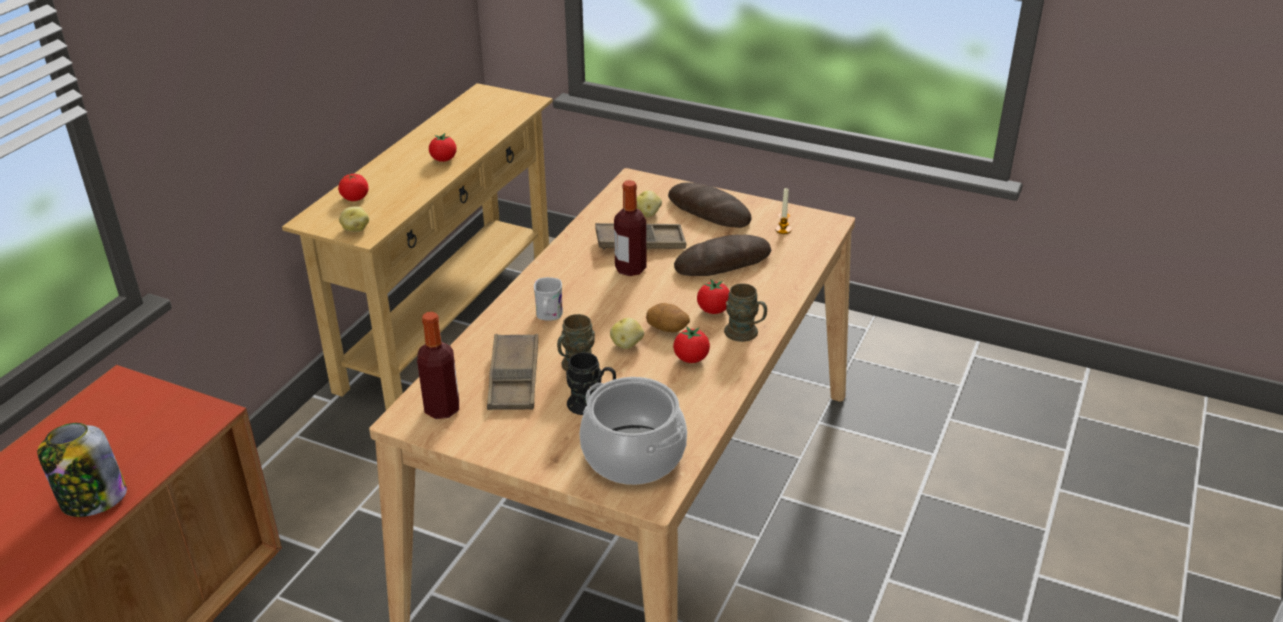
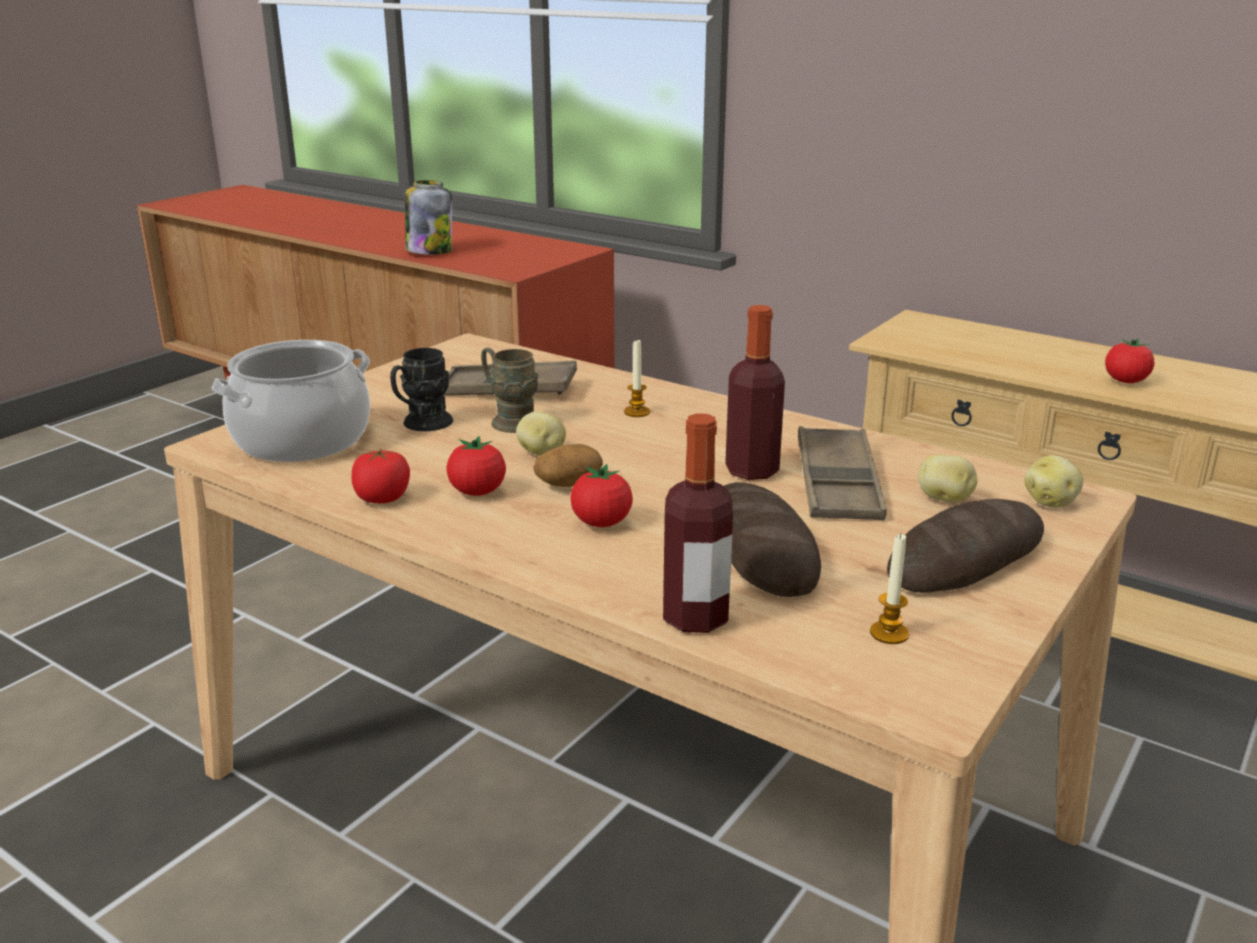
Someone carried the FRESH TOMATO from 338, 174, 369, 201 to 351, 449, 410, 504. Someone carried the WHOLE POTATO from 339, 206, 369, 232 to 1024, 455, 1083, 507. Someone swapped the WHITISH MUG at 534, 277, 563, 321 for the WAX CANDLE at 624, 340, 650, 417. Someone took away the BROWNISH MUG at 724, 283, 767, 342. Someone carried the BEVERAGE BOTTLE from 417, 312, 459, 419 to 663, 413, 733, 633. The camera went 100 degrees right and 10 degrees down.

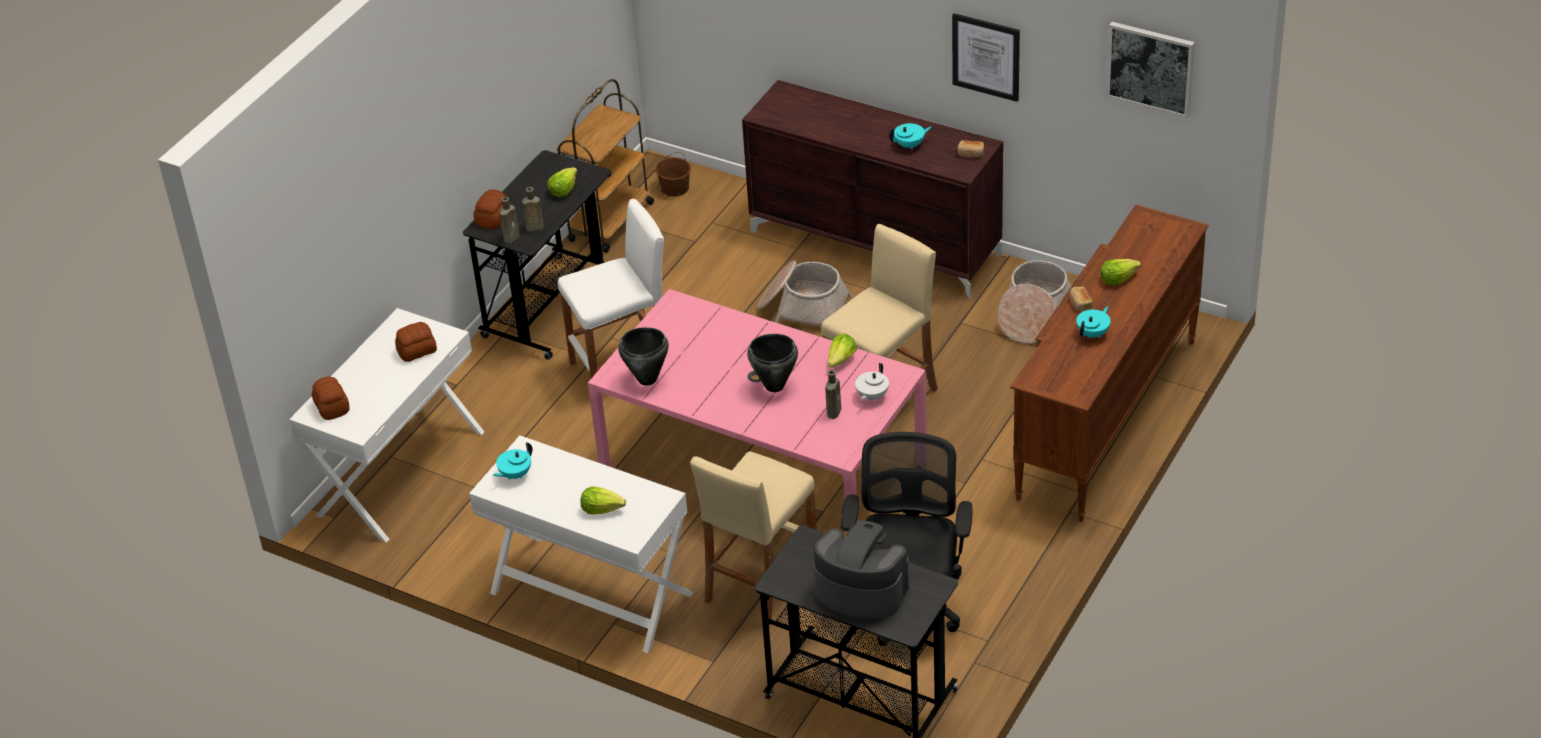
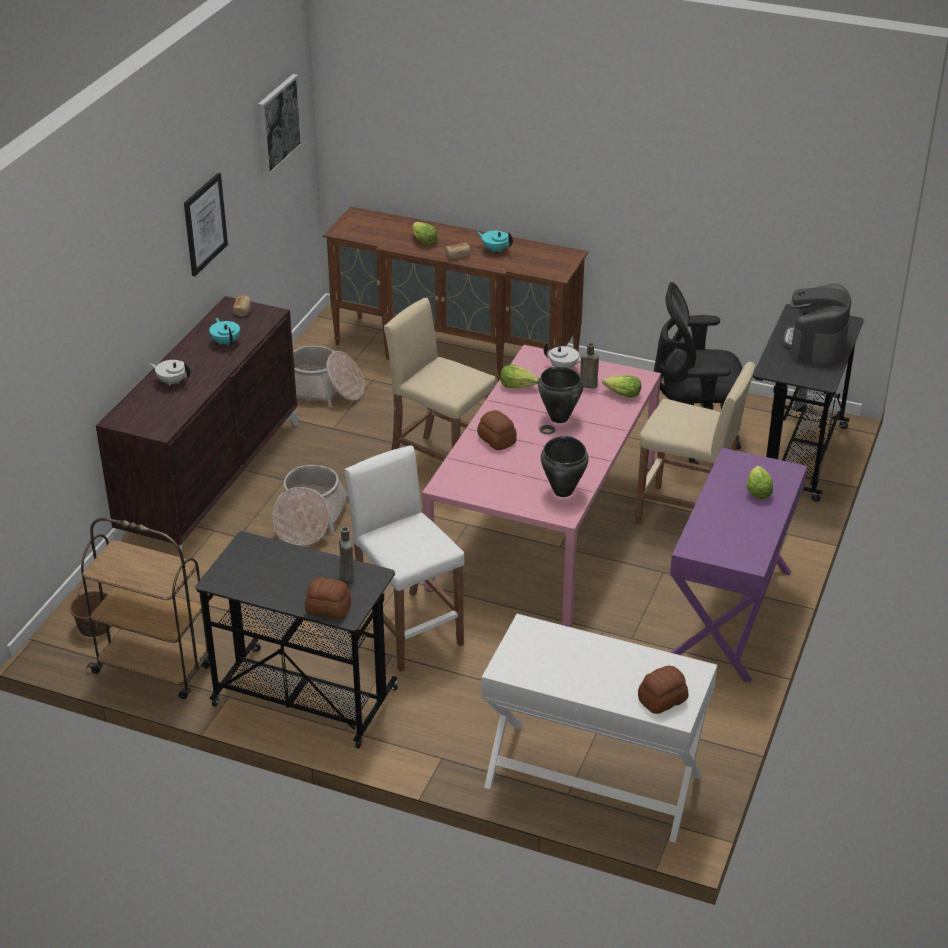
Someone carried the LETTUCE from 548, 167, 577, 197 to 602, 375, 641, 398. Someone took away the BROWNISH BEVERAGE BOTTLE at 500, 197, 520, 243. Someone carried the BREAD from 395, 322, 437, 362 to 477, 410, 517, 450. Someone repainted the WHITISH NARROW TABLE at 469, 435, 693, 653, which became the PURPLE-COLOURED NARROW TABLE at 670, 448, 807, 683. Someone took away the BLUE-GREEN POT FOR TEA at 493, 442, 532, 479. Someone put down the WHITISH POT FOR TEA at 149, 360, 191, 386. The camera went 100 degrees left and 5 degrees down.

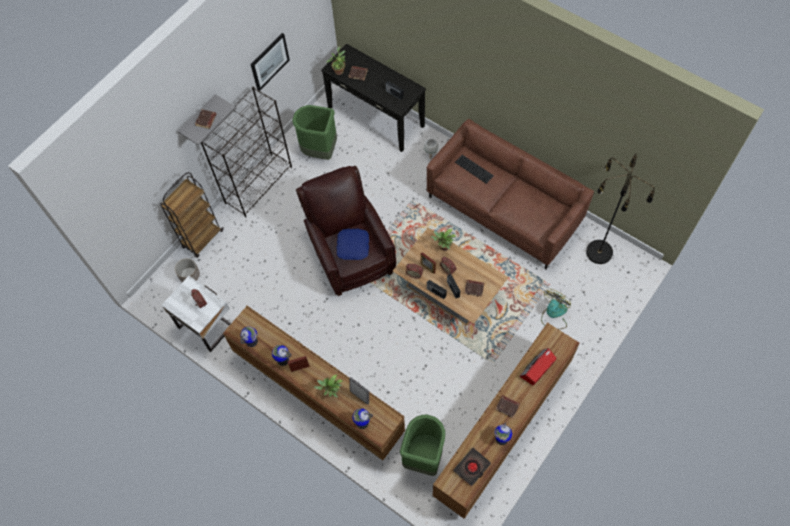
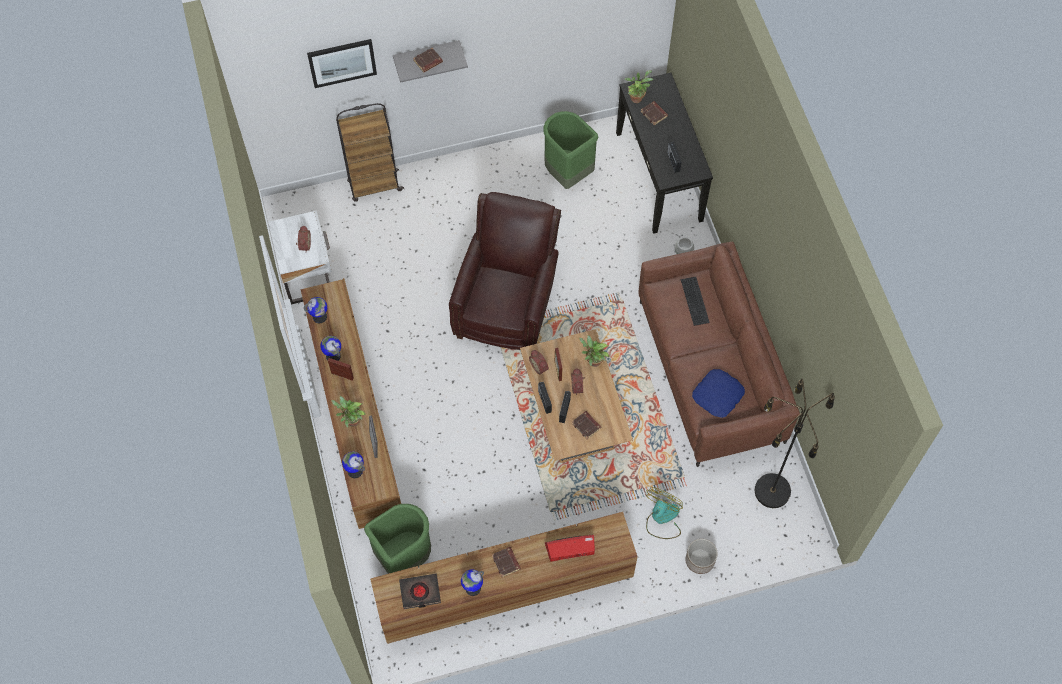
Someone carried the WALL PICTURE from 250, 33, 290, 91 to 307, 39, 377, 88. Someone took away the BLACKISH BOOKCASE at 201, 87, 292, 218. Someone carried the BLUISH PILLOW from 336, 228, 369, 260 to 692, 369, 745, 418. Someone carried the PLANT POT from 175, 258, 200, 282 to 685, 539, 718, 574. Someone rotated the ELECTRIC FAN at 541, 289, 571, 329 by 45 degrees counterclockwise. The camera went 35 degrees right and 0 degrees up.

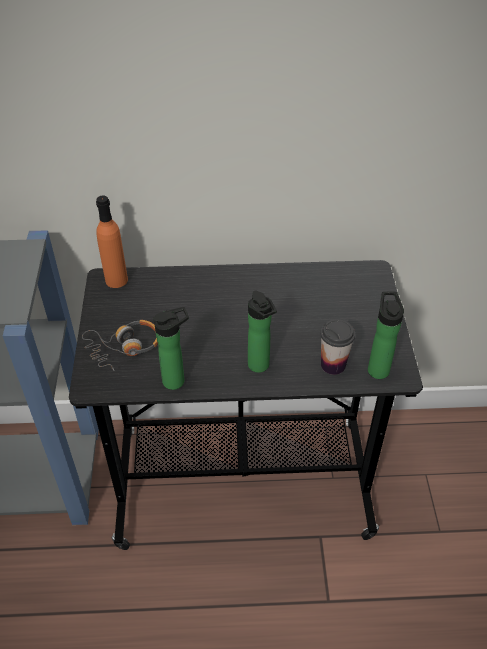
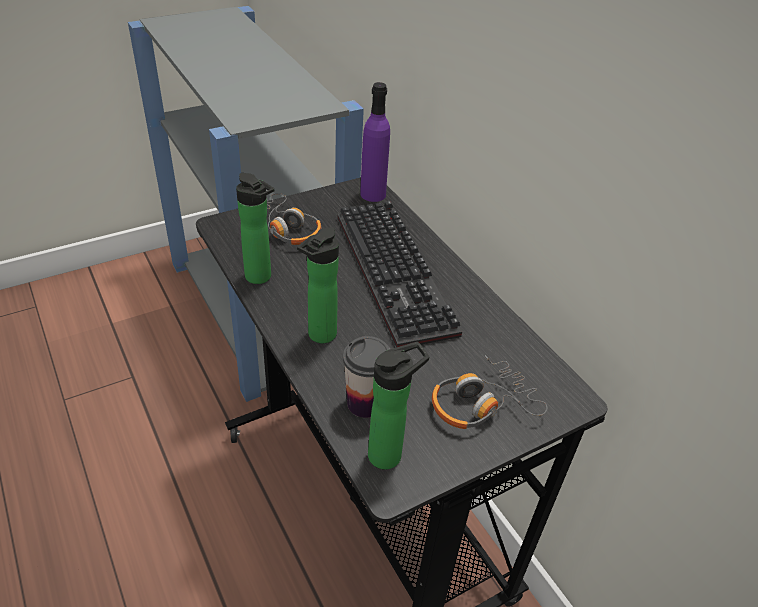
Someone repainted the ORANGE BEVERAGE BOTTLE at 96, 195, 128, 288, which became the PURPLE-COLOURED BEVERAGE BOTTLE at 360, 82, 390, 202. Someone put down the PC KEYBOARD at 337, 201, 462, 348. Someone put down the HEADPHONES at 432, 355, 547, 429. The camera went 60 degrees right and 5 degrees down.

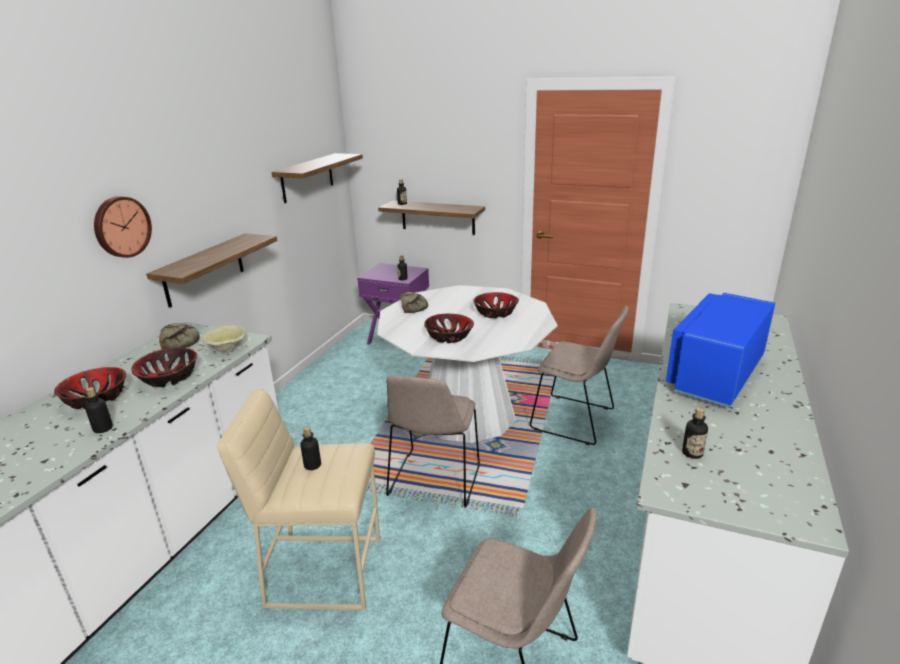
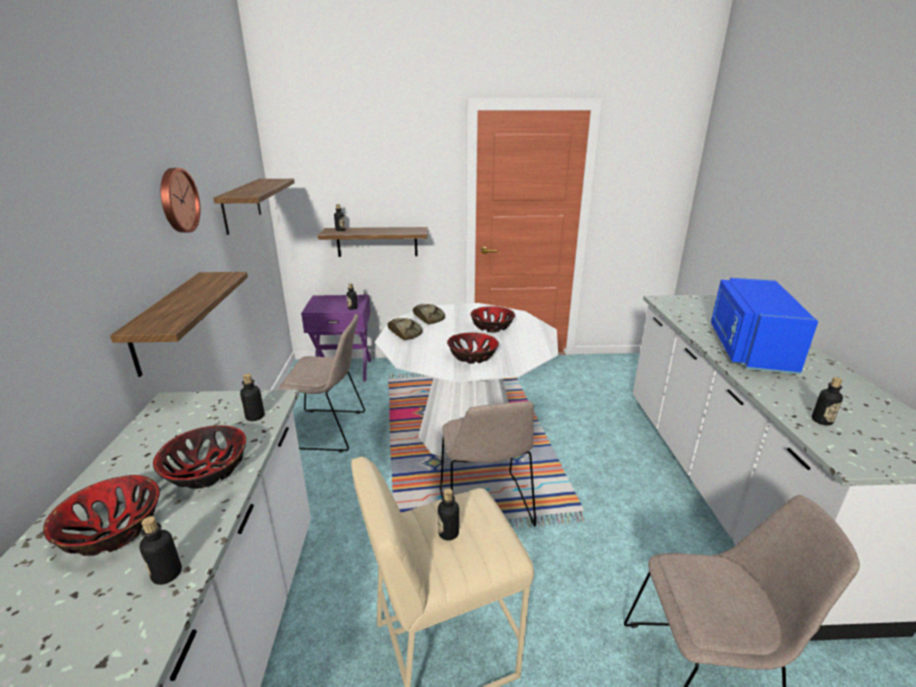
Someone carried the CLOCK ON THE WALL from 94, 196, 152, 258 to 161, 168, 201, 233. Someone carried the BEIGE CHAIR from 530, 306, 629, 445 to 279, 314, 365, 452. Someone carried the BREAD from 159, 323, 200, 349 to 413, 304, 445, 324. Someone swapped the BEIGE DEEP DISH at 203, 326, 246, 353 for the BEVERAGE BOTTLE at 240, 373, 265, 421. The camera went 25 degrees left and 0 degrees up.

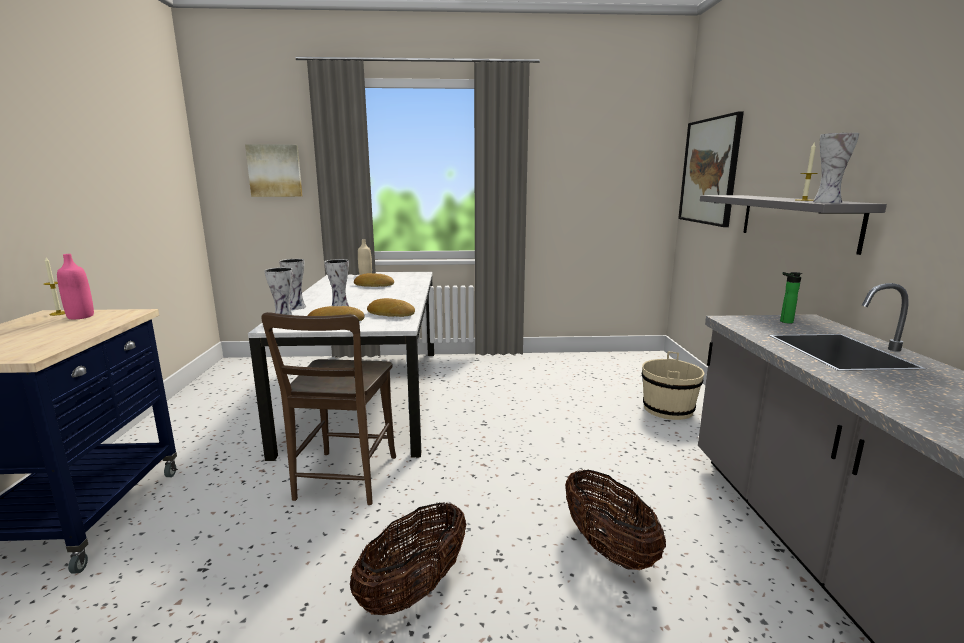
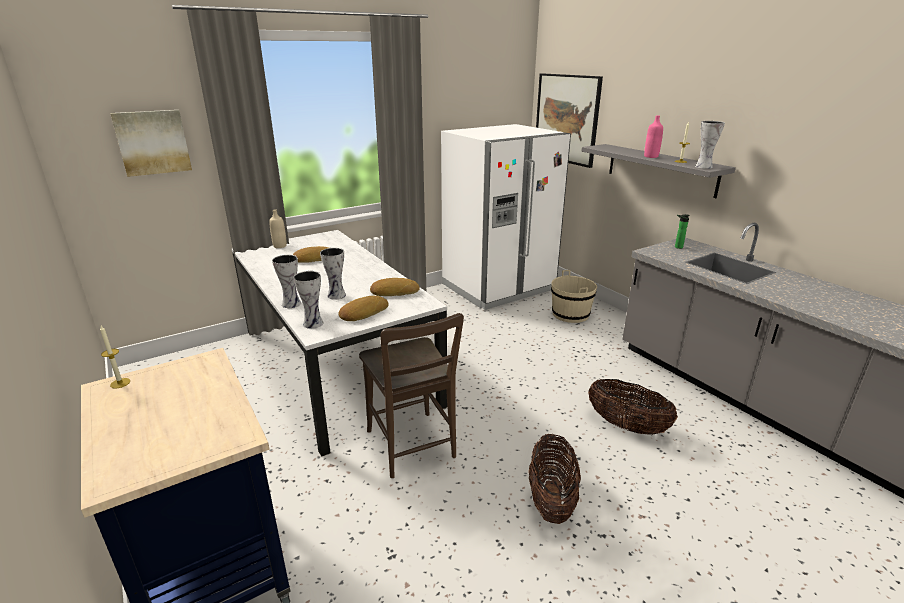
Someone carried the PINKISH BEVERAGE BOTTLE from 57, 254, 94, 319 to 644, 115, 663, 158. Someone put down the WHITISH FRIDGE at 441, 124, 571, 310. The camera went 30 degrees left and 10 degrees up.

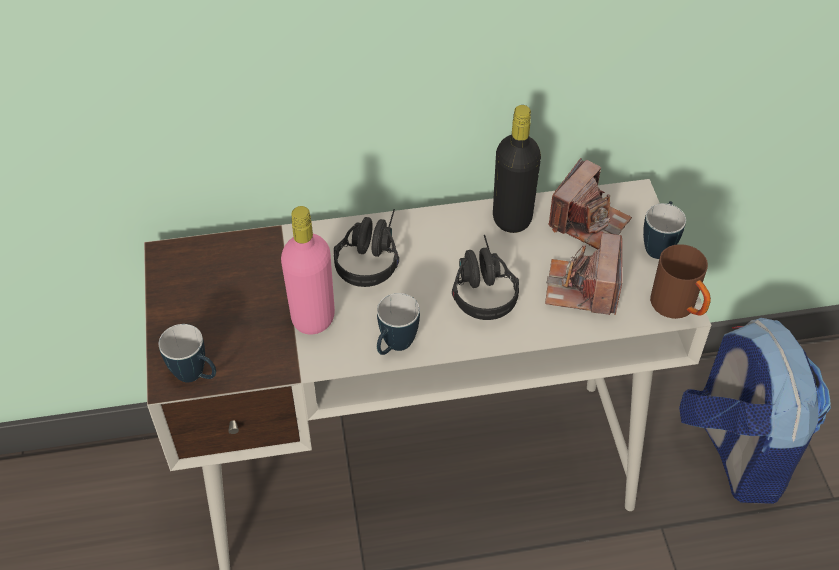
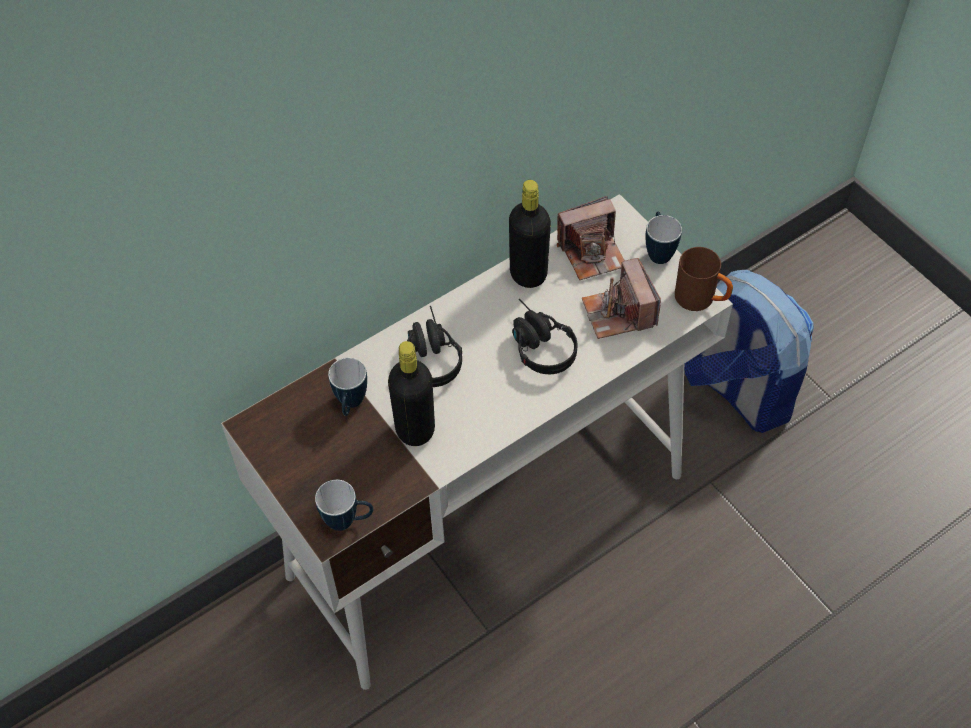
Someone rotated the STILL CAMERA at 548, 158, 632, 250 by 60 degrees clockwise. Someone repainted the PINKISH BEVERAGE BOTTLE at 281, 206, 335, 335, which became the BLACKISH BEVERAGE BOTTLE at 388, 341, 435, 446. Someone carried the MUG from 377, 293, 420, 355 to 328, 358, 367, 416. The camera went 25 degrees left and 5 degrees up.

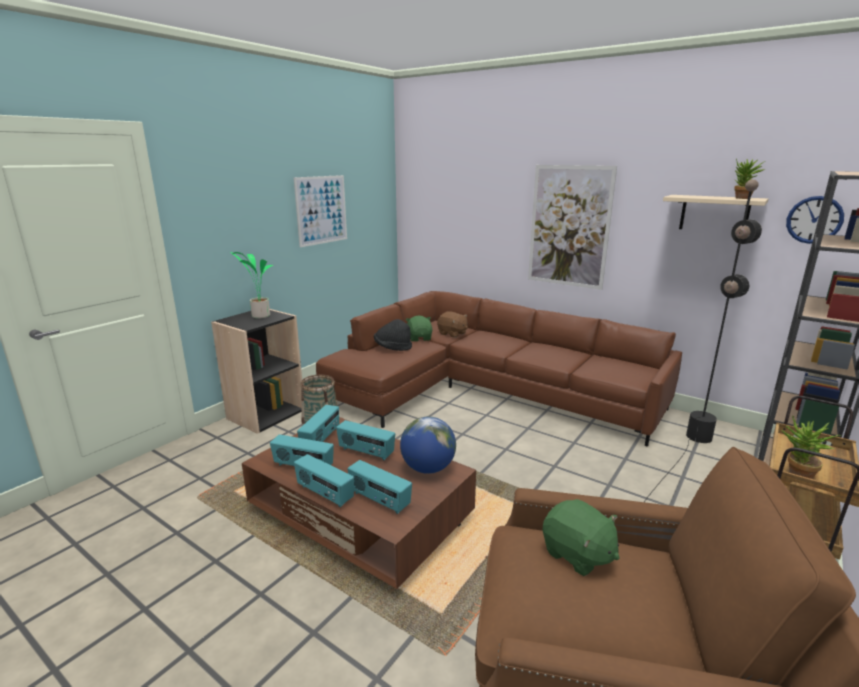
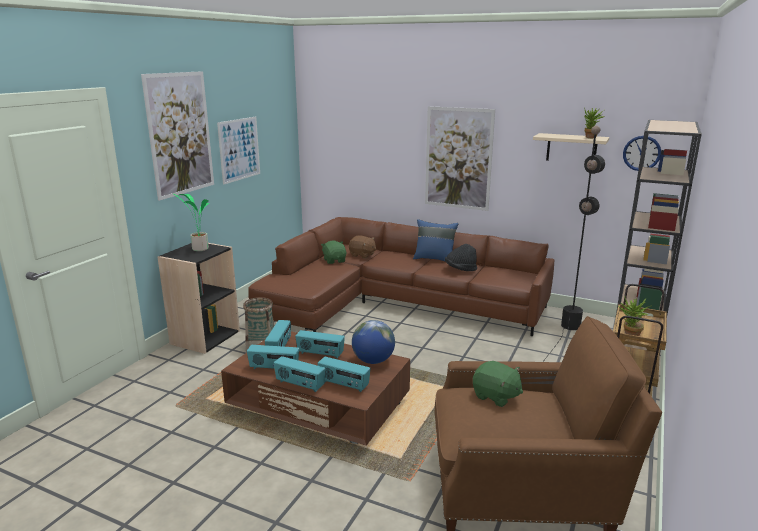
Someone carried the BLACKISH CLOTHING HAT from 374, 319, 412, 351 to 445, 244, 477, 271. Someone put up the WALL PICTURE at 141, 71, 214, 201. Someone put down the BLUISH PILLOW at 413, 219, 458, 261. The camera went 10 degrees left and 0 degrees up.

